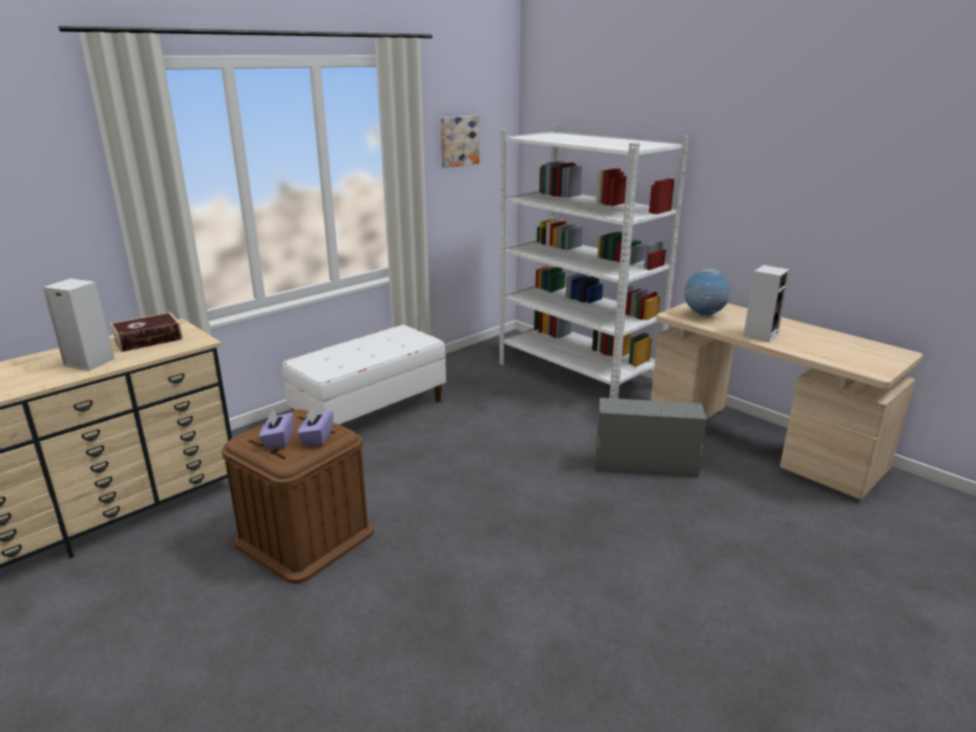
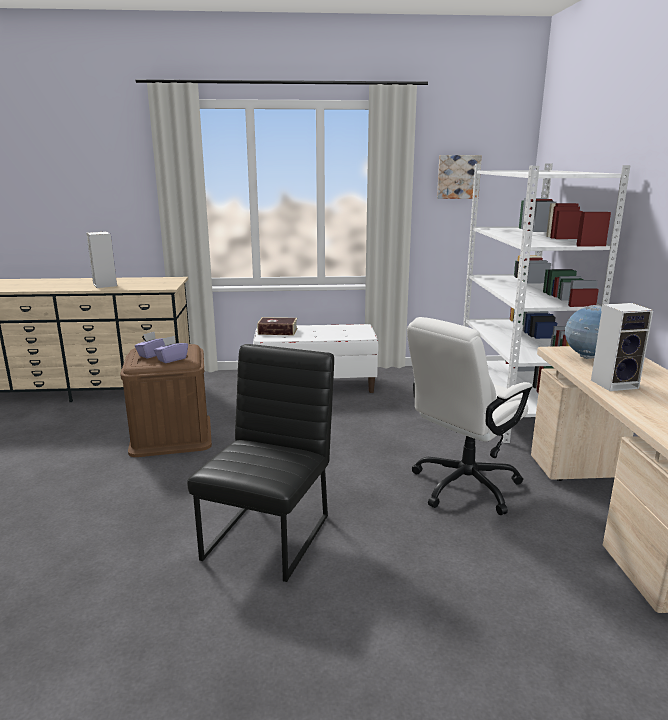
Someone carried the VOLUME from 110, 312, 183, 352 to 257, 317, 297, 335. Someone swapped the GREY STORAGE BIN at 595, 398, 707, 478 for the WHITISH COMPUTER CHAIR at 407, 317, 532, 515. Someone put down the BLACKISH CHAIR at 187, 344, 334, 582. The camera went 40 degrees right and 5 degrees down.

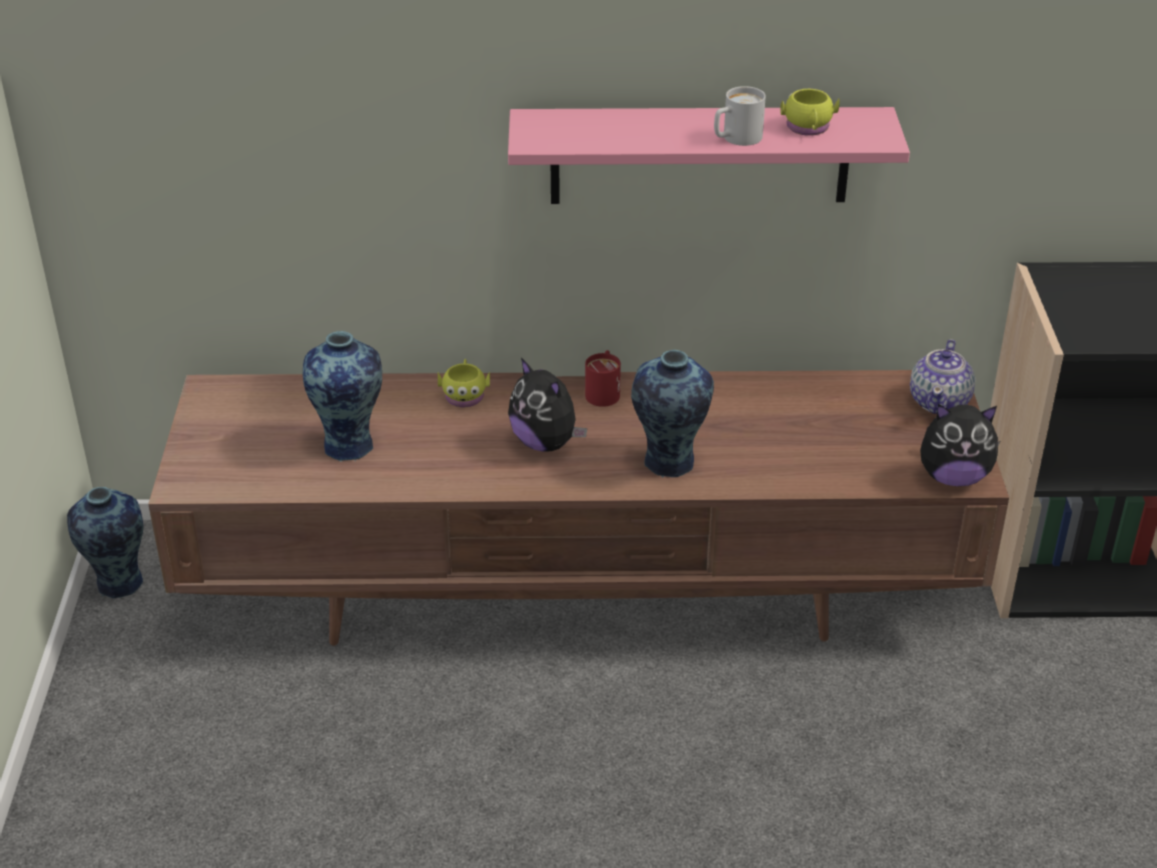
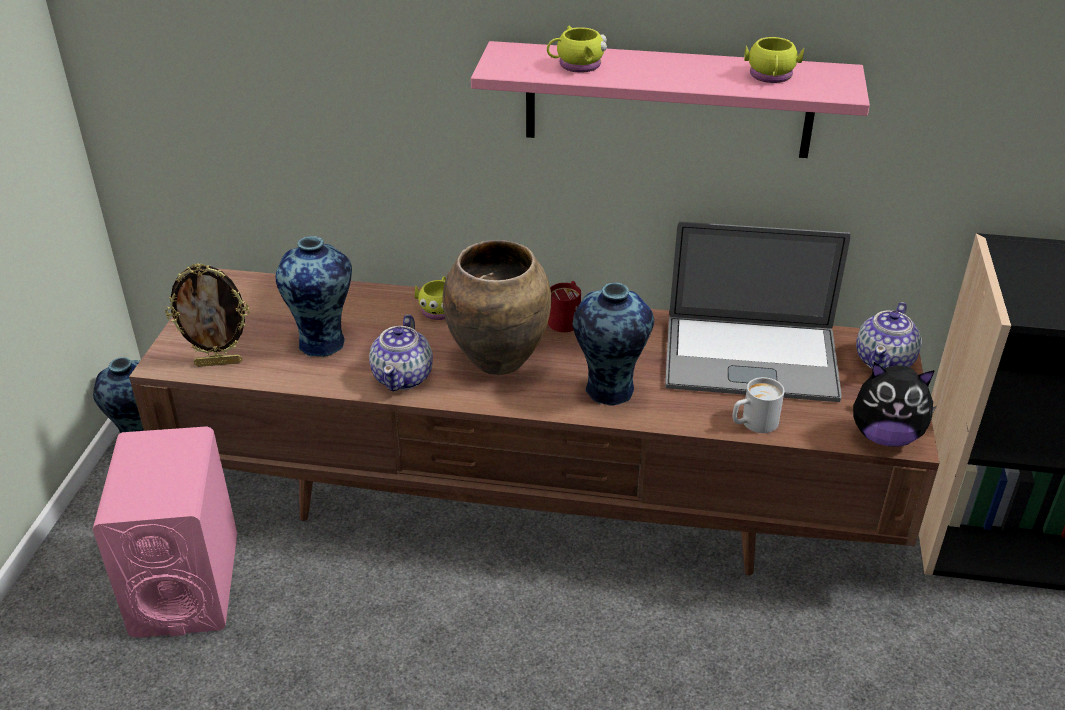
Someone carried the WHITISH MUG from 714, 86, 766, 146 to 732, 377, 784, 433. Someone swapped the SOFT TOY at 508, 358, 587, 452 for the BROWNISH VASE at 443, 240, 552, 375. Someone put down the YELLOW-COLOURED MUG at 547, 26, 607, 73. Someone put down the PORTABLE COMPUTER at 665, 222, 850, 402. Someone put down the PICTURE FRAME at 165, 263, 250, 367. Someone put down the POT FOR TEA at 369, 314, 433, 391. Someone put down the PINKISH SPEAKER at 92, 426, 237, 638. The camera went 10 degrees right and 0 degrees up.

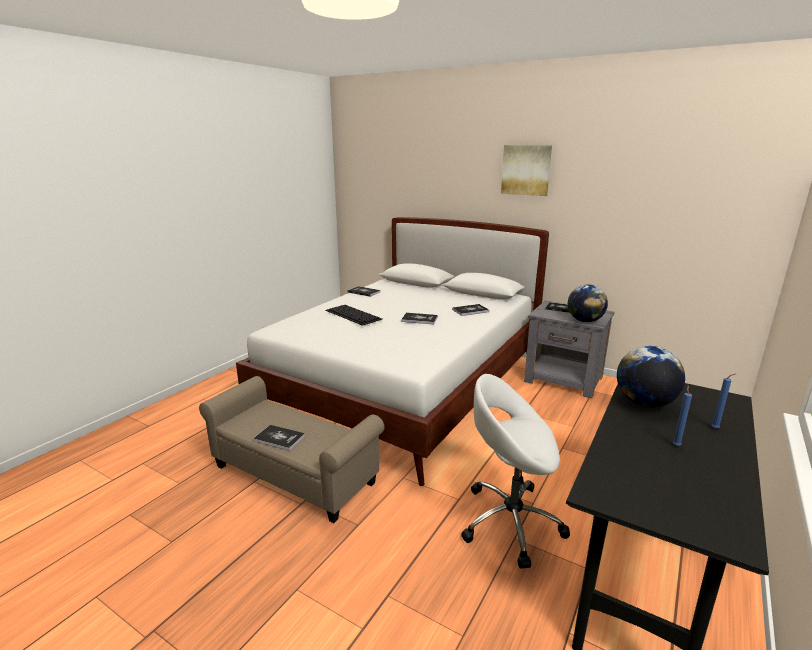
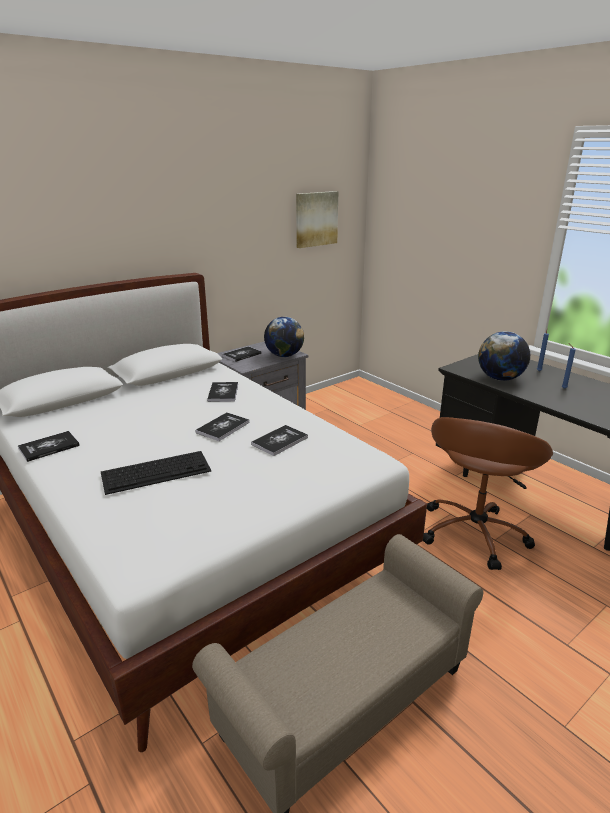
Someone carried the WALL PICTURE from 501, 145, 552, 196 to 296, 191, 339, 248. Someone repainted the WHITISH COMPUTER CHAIR at 461, 374, 570, 569, which became the BROWNISH COMPUTER CHAIR at 423, 417, 553, 570. Someone carried the VOLUME from 253, 425, 305, 451 to 251, 425, 308, 456. The camera went 70 degrees left and 5 degrees up.

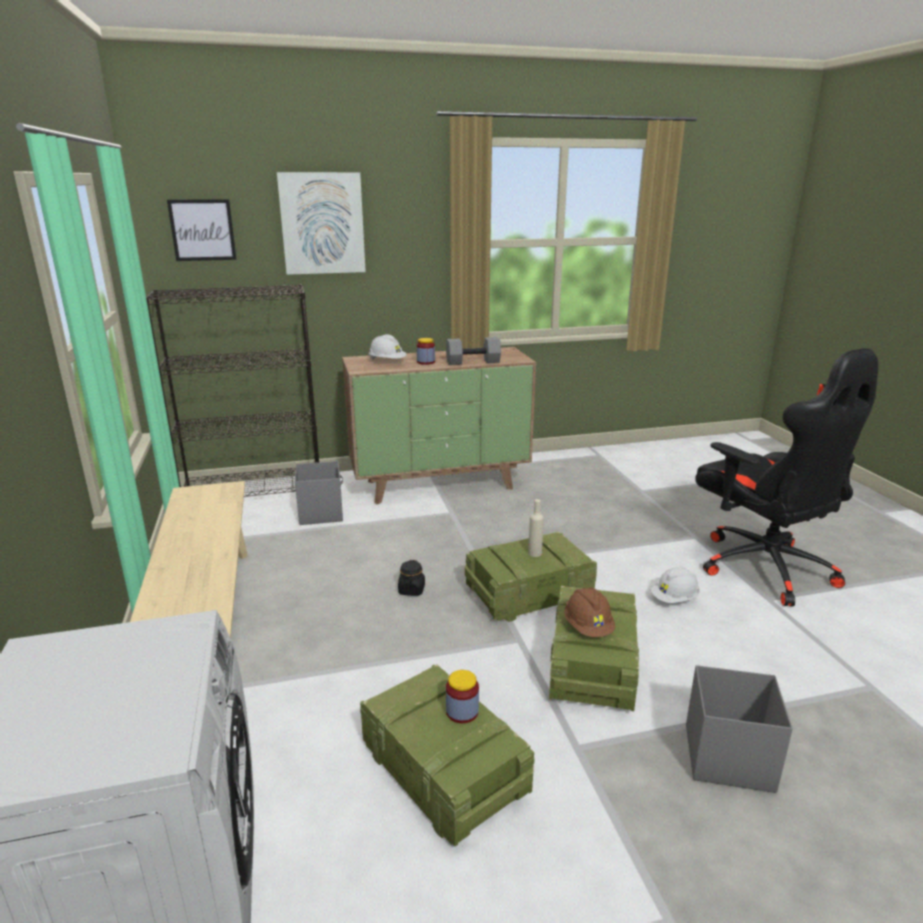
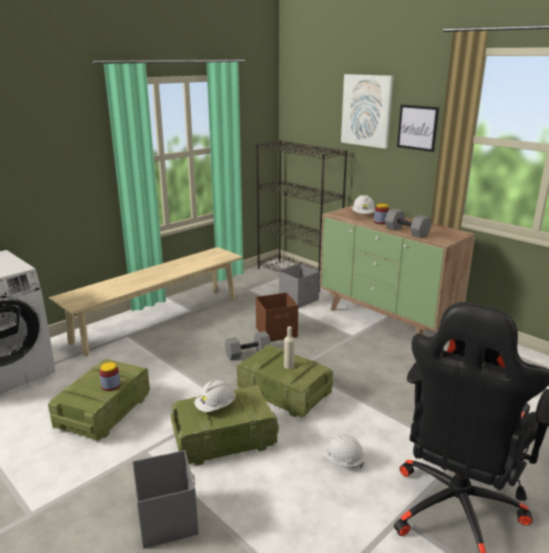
Someone carried the WALL PICTURE from 167, 199, 237, 261 to 397, 105, 439, 152. Someone swapped the BLACKISH JAR at 398, 560, 425, 596 for the GREY DUMBBELL at 225, 331, 271, 360. Someone repainted the BROWNISH WORK HELMET at 564, 587, 615, 637, which became the WHITISH WORK HELMET at 194, 379, 235, 412. Someone put down the BROWNISH STORAGE BIN at 256, 292, 298, 342. The camera went 60 degrees right and 0 degrees up.

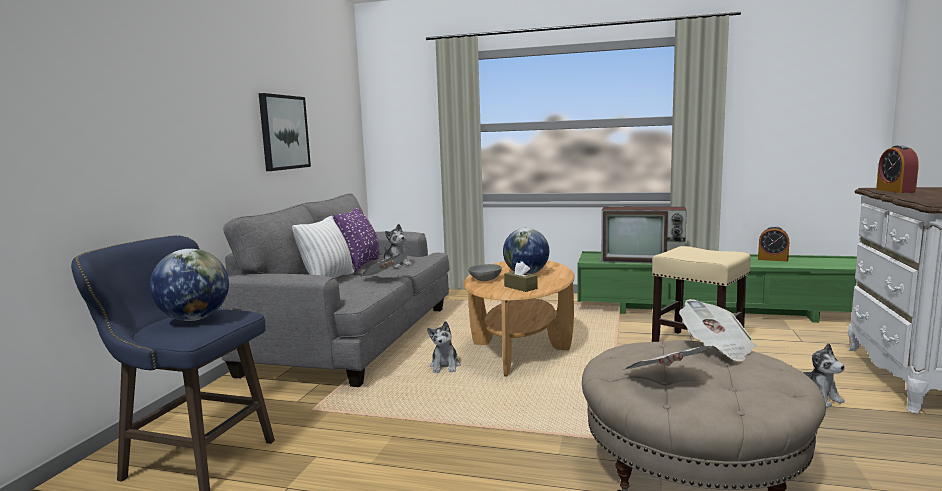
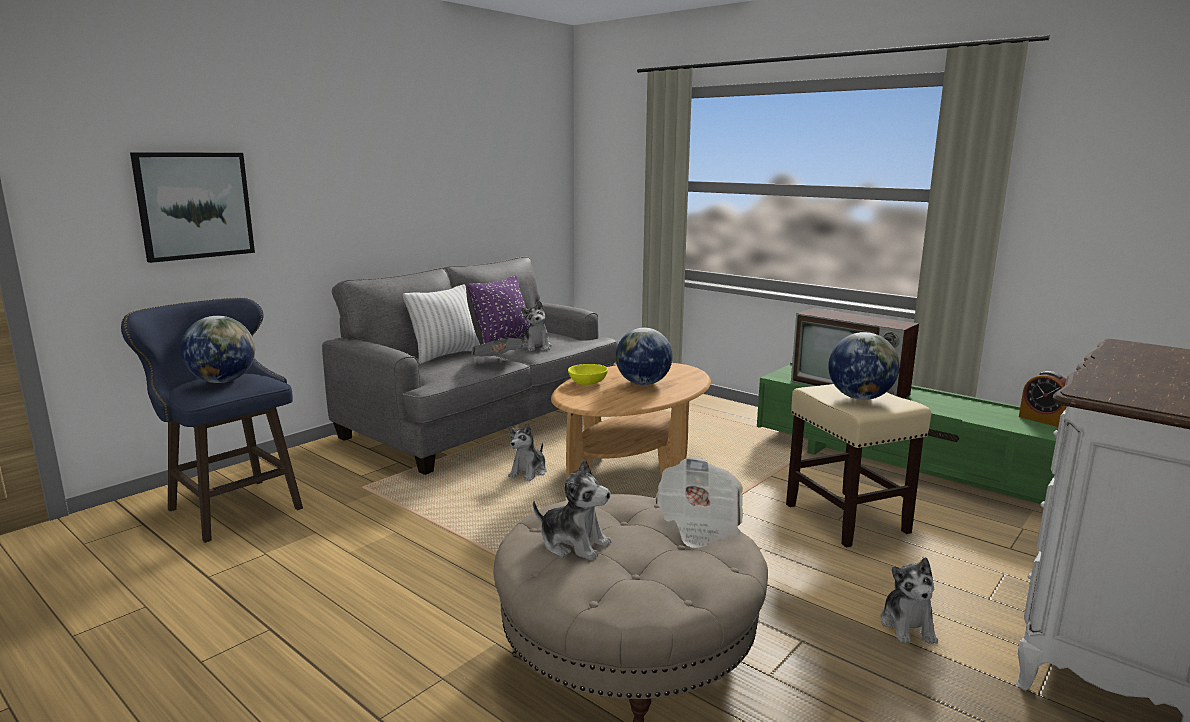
Someone carried the WALL PICTURE from 259, 93, 311, 171 to 130, 152, 255, 263. Someone took away the TABLE CLOCK at 876, 145, 919, 193. Someone took away the BROWNISH TISSUE HOLDER at 504, 261, 538, 292. Someone repainted the GREY DEEP DISH at 468, 264, 502, 281, which became the YELLOW-COLOURED DEEP DISH at 568, 364, 608, 385. Someone swapped the NEWSPAPER at 626, 346, 711, 369 for the SOFT TOY at 533, 459, 612, 561. Someone put down the WORLD GLOBE at 828, 332, 899, 400. The camera went 25 degrees right and 5 degrees up.

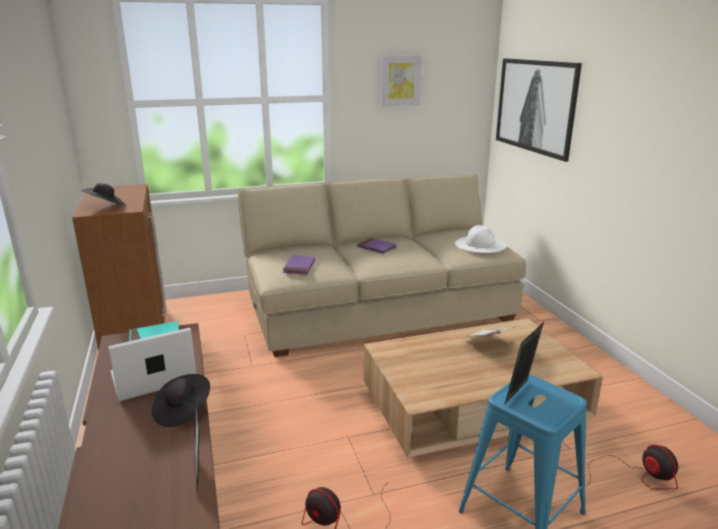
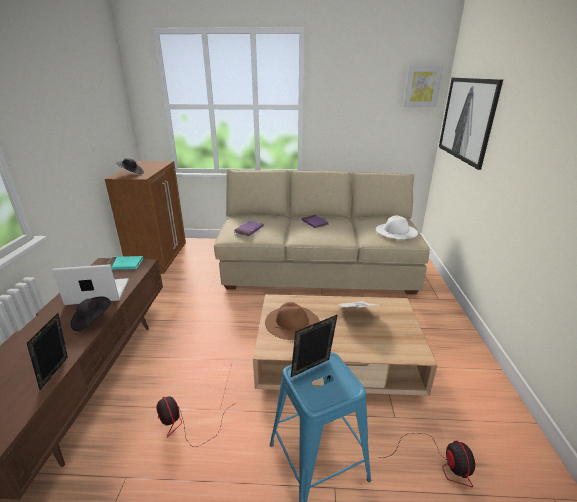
Someone carried the WALL PICTURE from 381, 55, 422, 106 to 403, 66, 443, 107. Someone put down the BROWNISH CLOTHING HAT at 265, 302, 320, 340. The camera went 20 degrees right and 5 degrees up.

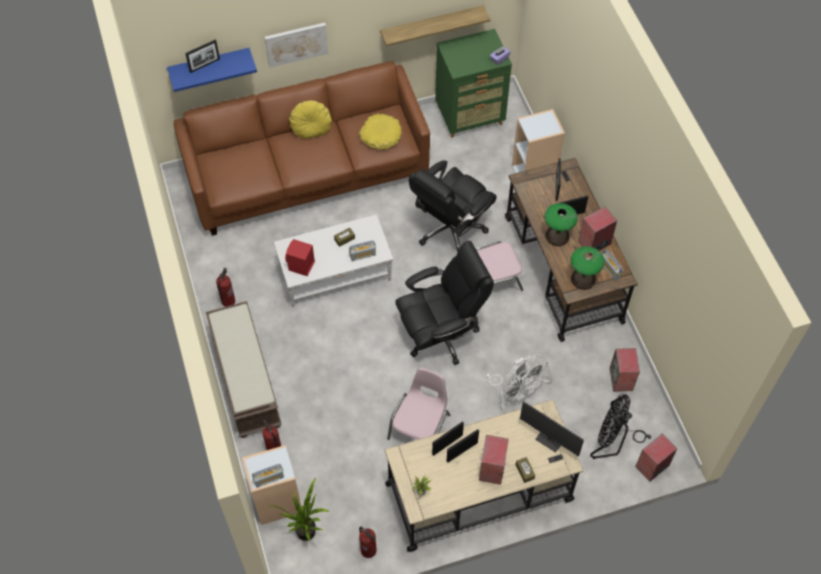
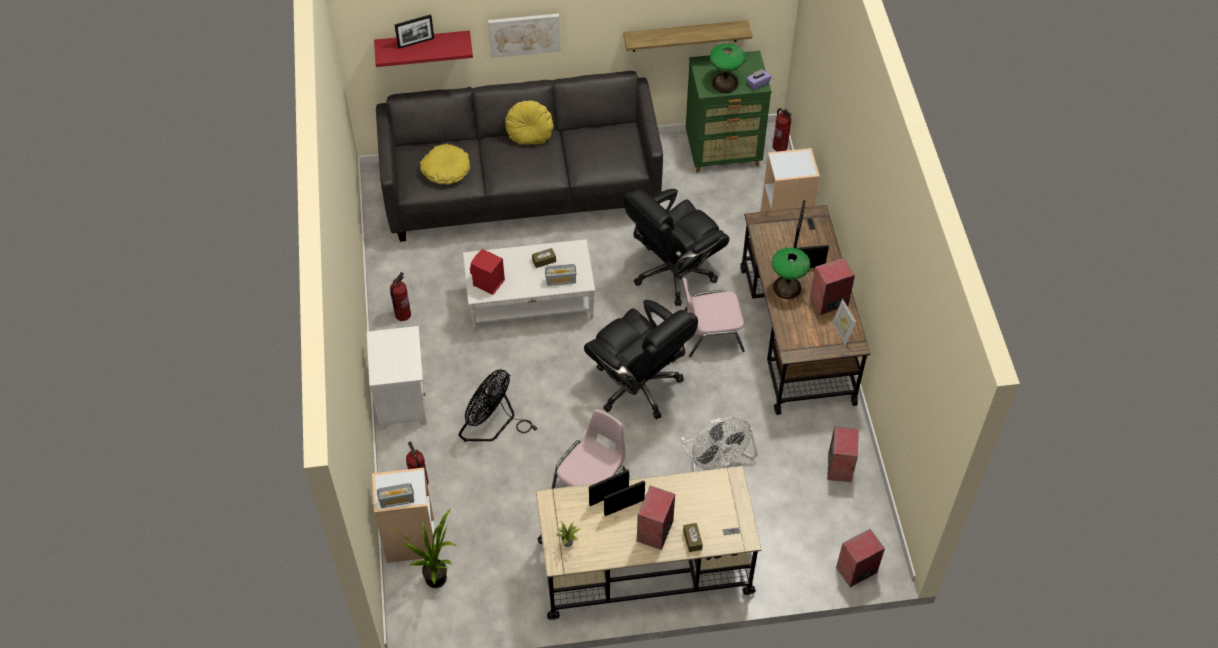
Someone repainted the BLUISH WALL SHELF at 167, 48, 257, 92, which became the RED-COLOURED WALL SHELF at 374, 31, 473, 67. Someone repainted the BROWNISH COUCH at 174, 61, 430, 236, which became the GREY COUCH at 376, 71, 663, 242. Someone carried the YELLOW-COLOURED PILLOW from 359, 113, 402, 150 to 420, 144, 470, 185. Someone rotated the BLACKISH COMPUTER CHAIR at 395, 241, 494, 365 by 60 degrees clockwise. Someone carried the LAMP FOR A TABLE from 571, 246, 604, 290 to 710, 44, 745, 93. Someone swapped the RADIO RECEIVER at 602, 249, 623, 281 for the PICTURE FRAME at 832, 299, 856, 346. Someone swapped the BROWNISH INDOOR BENCH at 206, 301, 282, 438 for the WHITISH NIGHT TABLE at 367, 326, 427, 430. Someone carried the BLACKISH ELECTRIC FAN from 590, 394, 652, 459 to 459, 370, 537, 442. Someone took away the COMPUTER DISPLAY at 520, 401, 584, 457. Someone carried the EXTINGUISHER from 359, 527, 376, 558 to 773, 108, 792, 152. The camera went 10 degrees right and 5 degrees down.

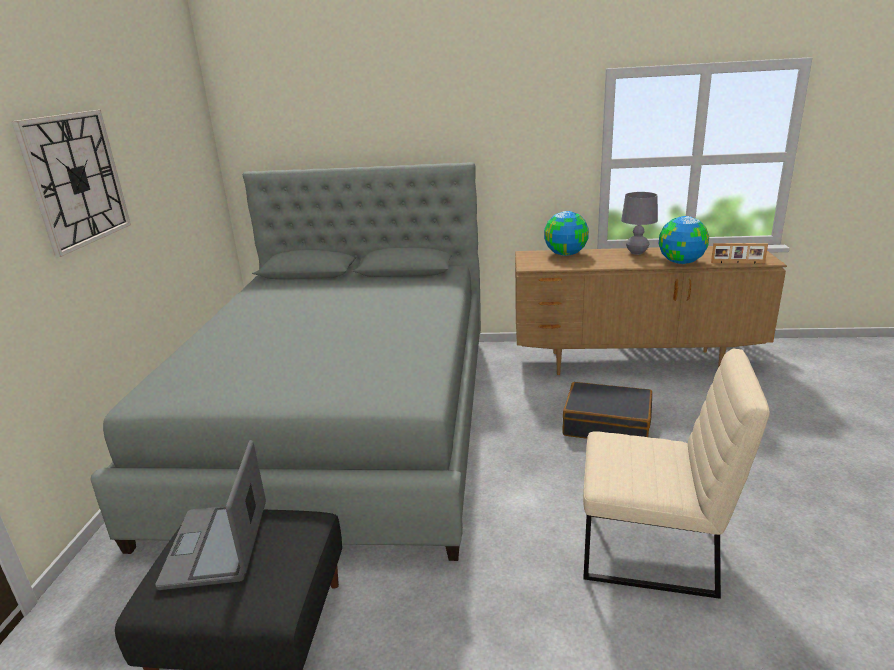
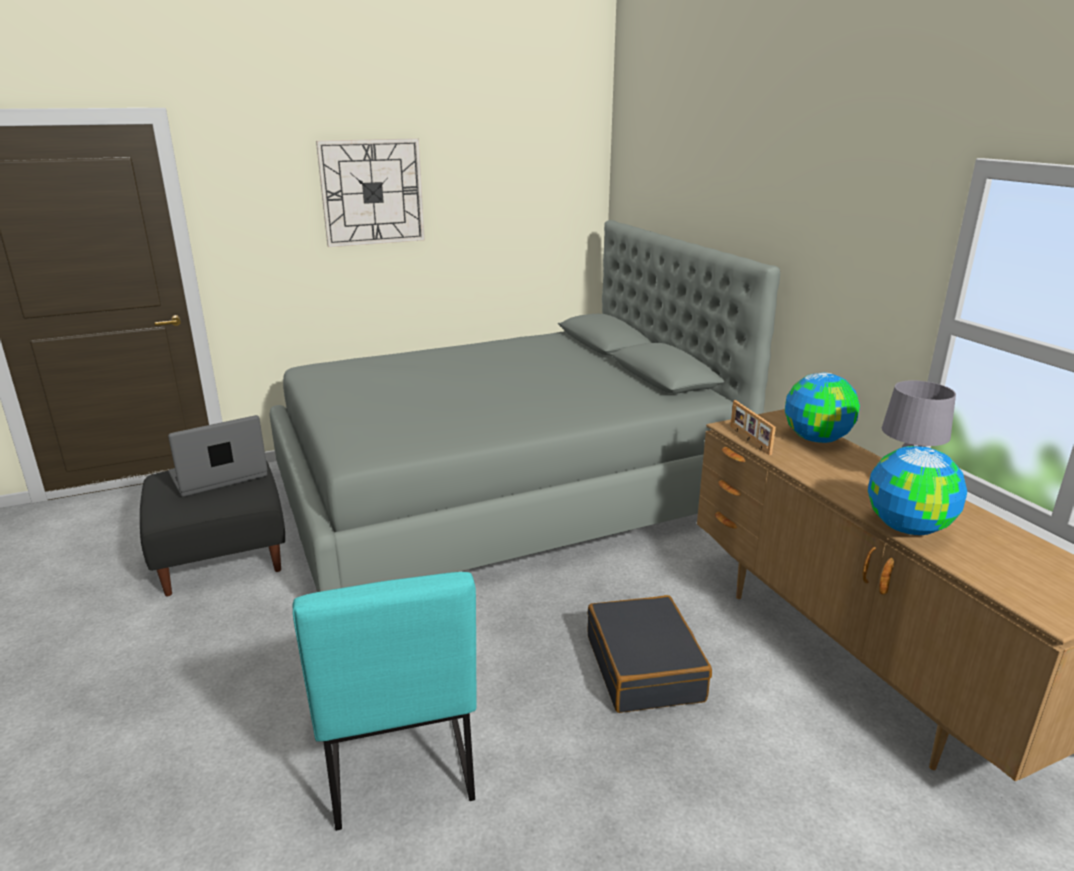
Someone carried the PICTURE FRAME from 711, 243, 768, 264 to 730, 400, 776, 455. Someone repainted the BEIGE CHAIR at 583, 349, 770, 599, which became the BLUE-GREEN CHAIR at 293, 572, 476, 831. The camera went 60 degrees right and 0 degrees up.

